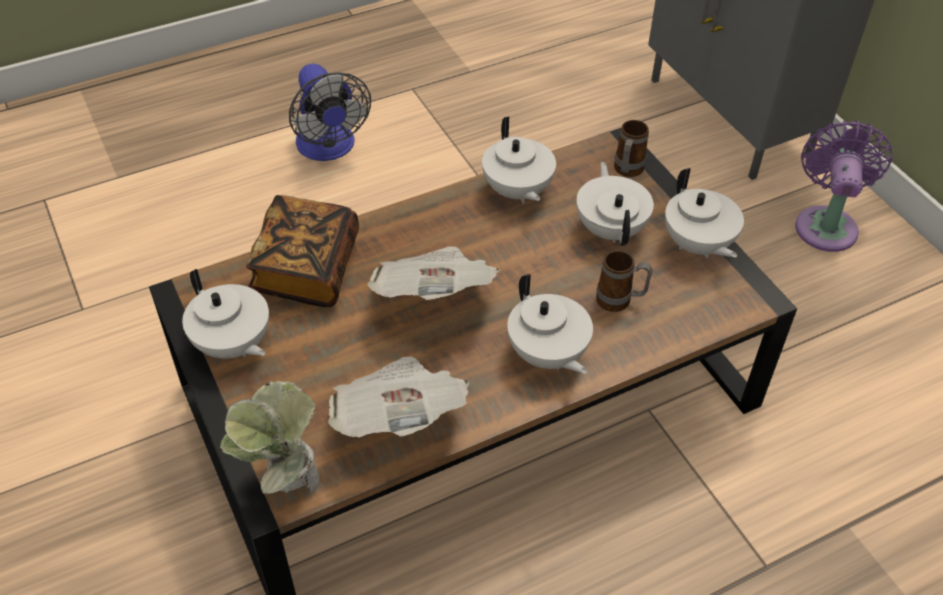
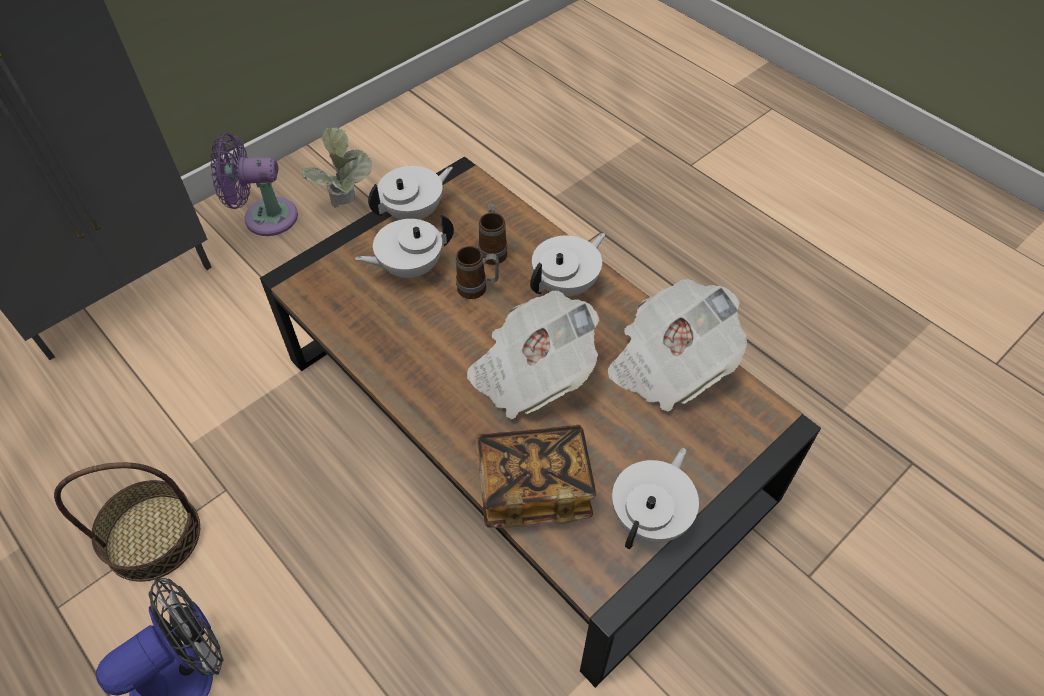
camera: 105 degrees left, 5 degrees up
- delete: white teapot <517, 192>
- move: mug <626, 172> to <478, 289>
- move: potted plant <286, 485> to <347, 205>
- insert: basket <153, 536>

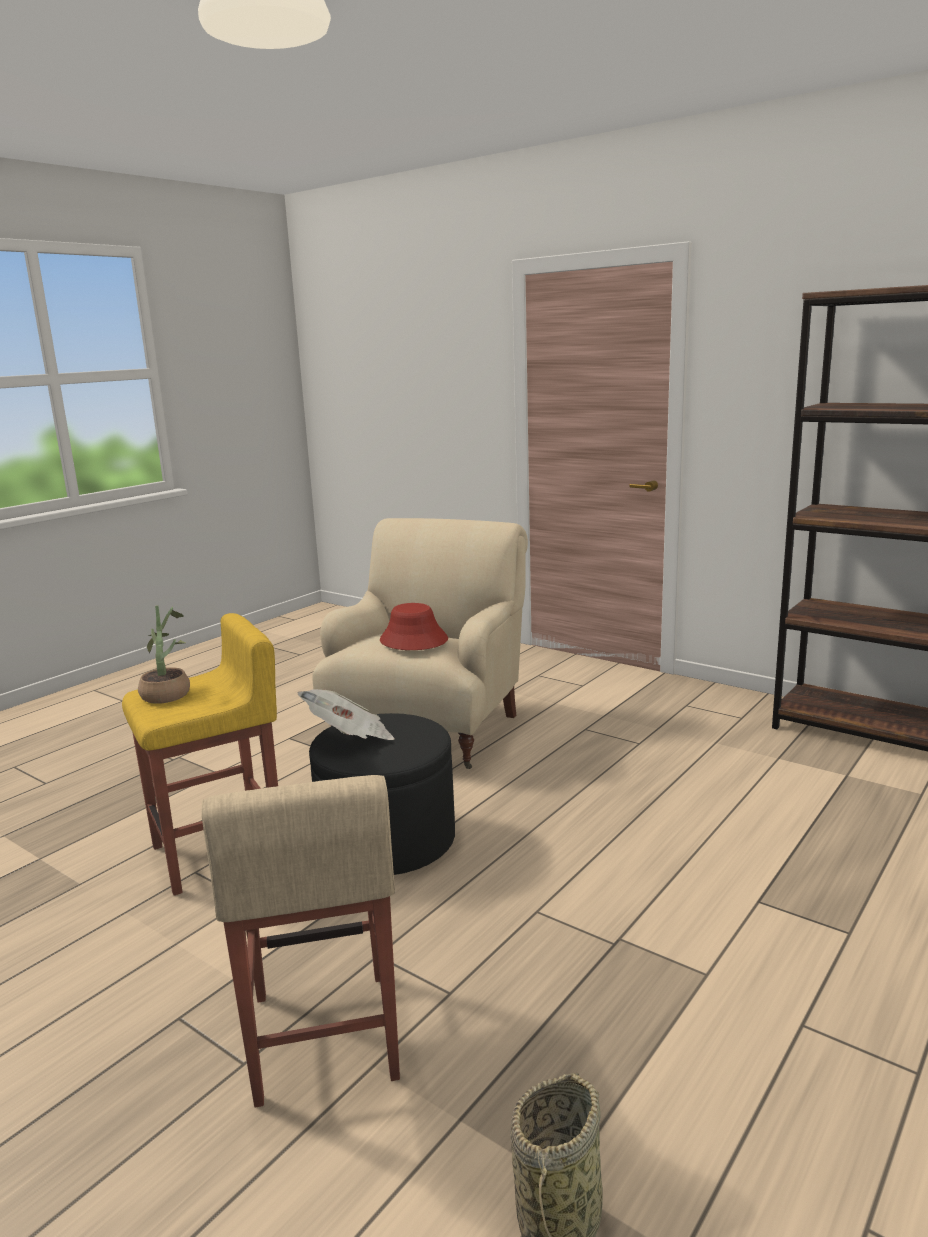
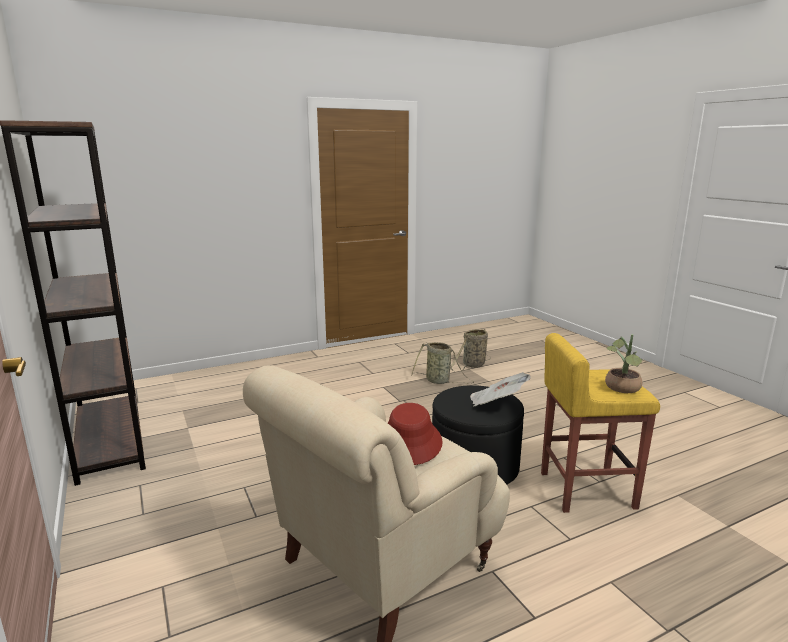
camera: 155 degrees left, 0 degrees up
- delete: beige stool <323, 1037>
- insert: basket <439, 381>

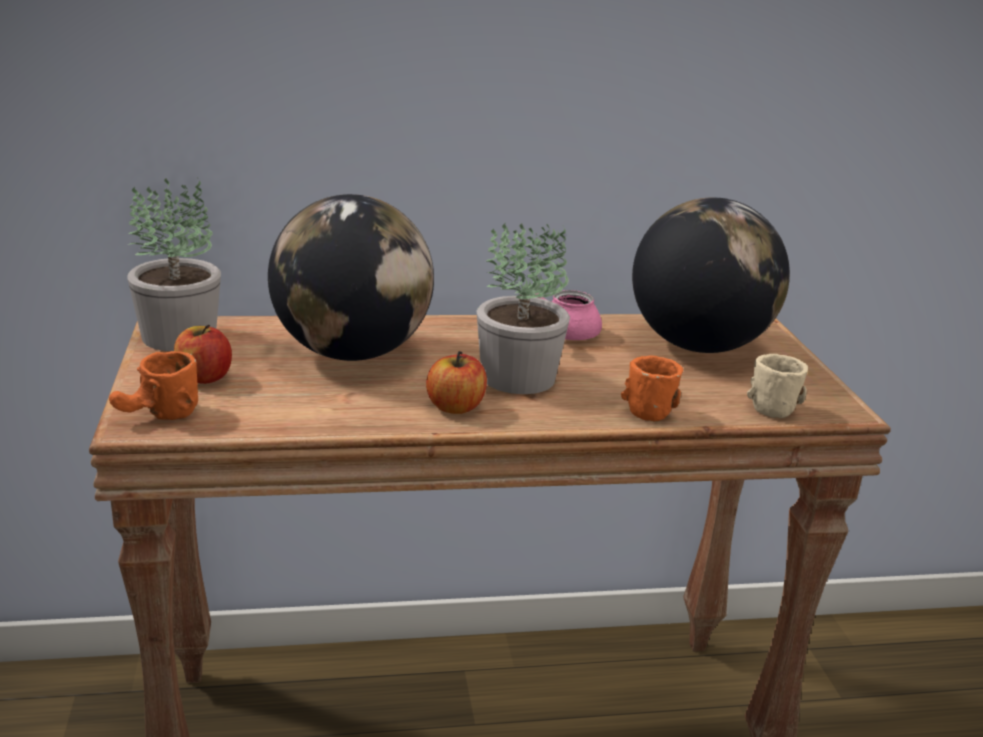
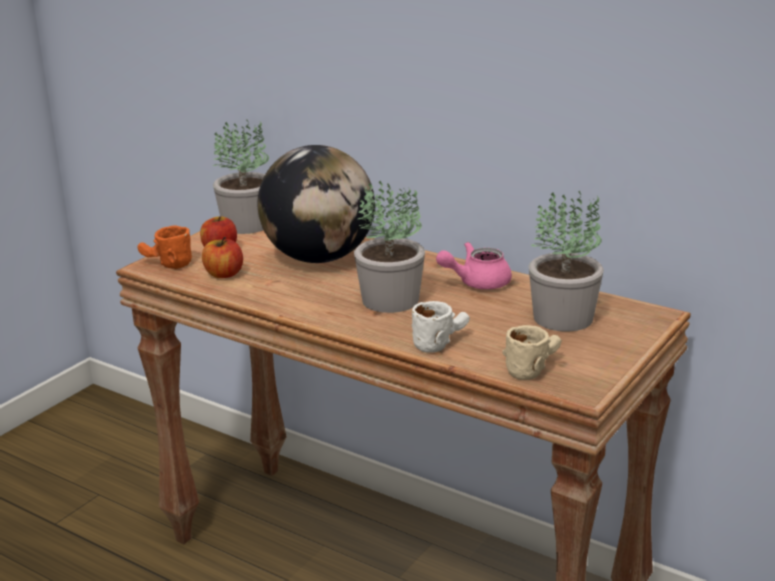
camera: 45 degrees right, 0 degrees up
- replace: globe <698, 346> to potted plant <564, 317>
- move: apple <455, 407> to <224, 274>
- recolor: orange mug <648, 405> to white mug <440, 341>

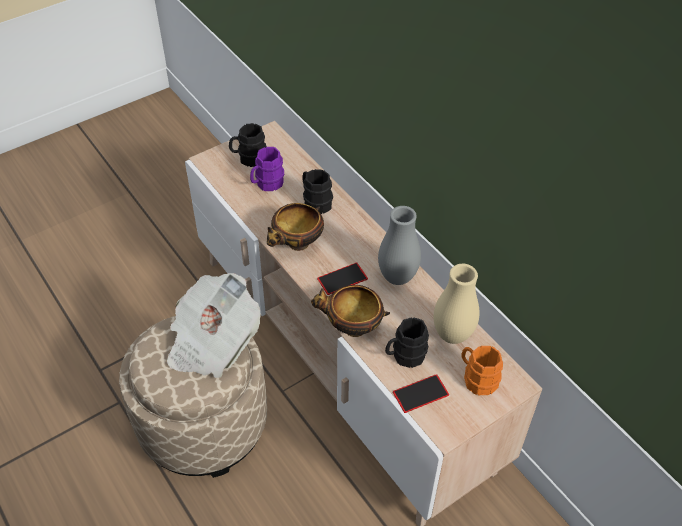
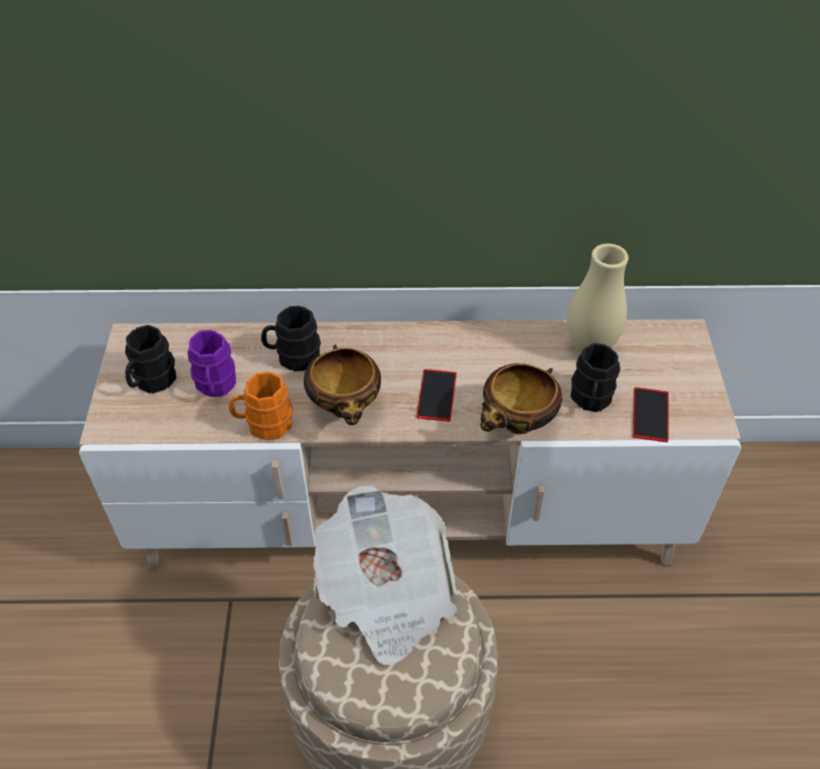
camera: 55 degrees left, 0 degrees up
- delete: grey vase <397, 277>
- move: orange mug <477, 378> to <264, 424>

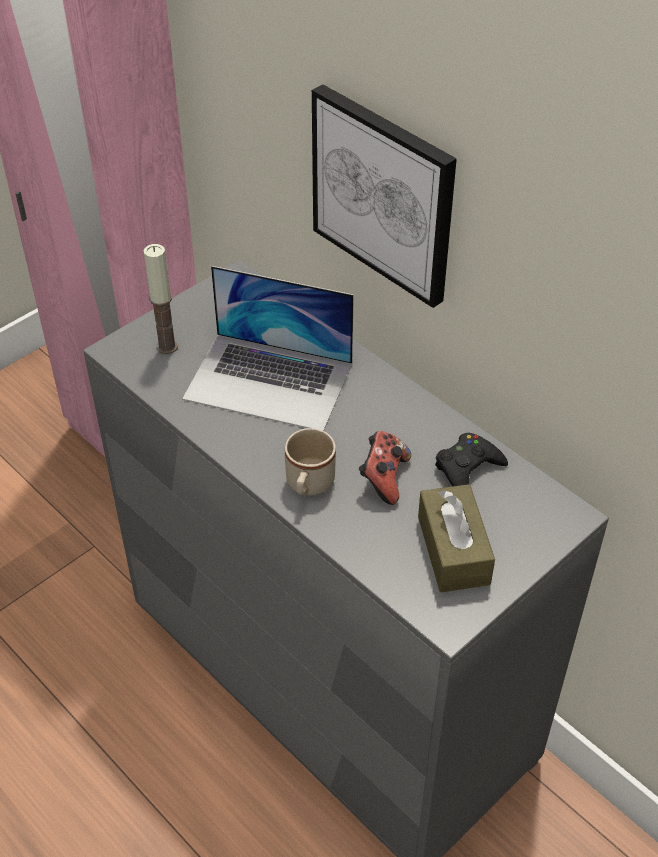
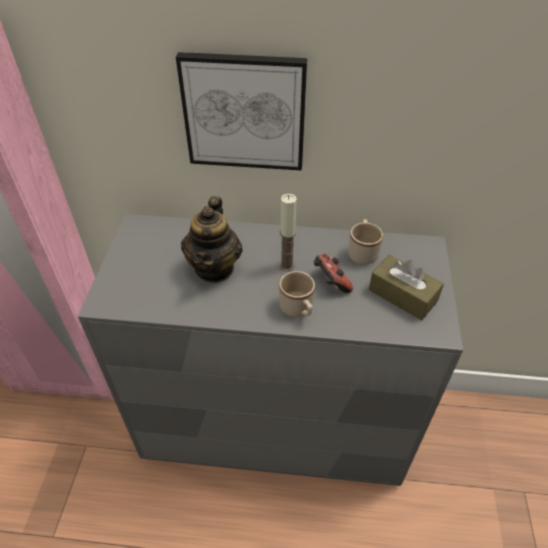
camera: 40 degrees left, 0 degrees up
- move: candle <167, 346> to <286, 265>
- replace: laptop <269, 381> to teapot <215, 268>
- replace: black game controller <467, 468> to beige mug <362, 252>

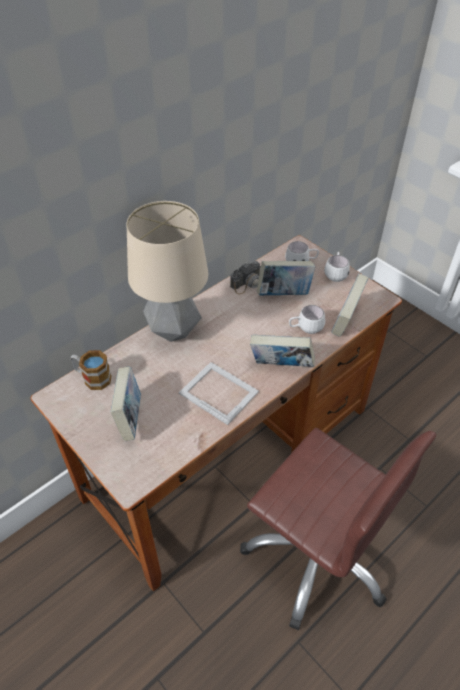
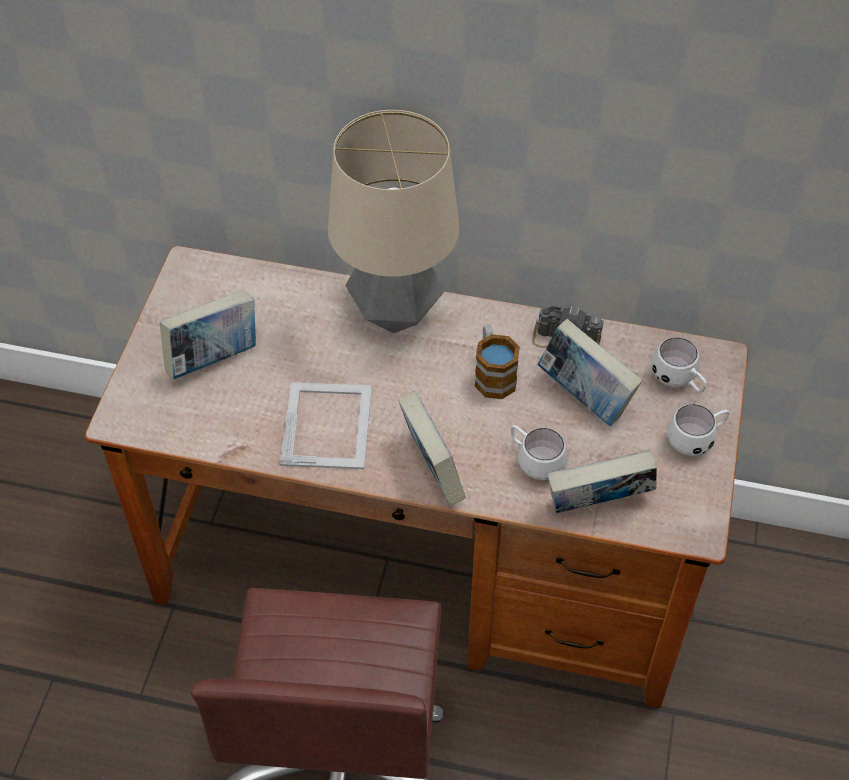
camera: 55 degrees right, 5 degrees up
- move: mug <92, 378> to <493, 374>

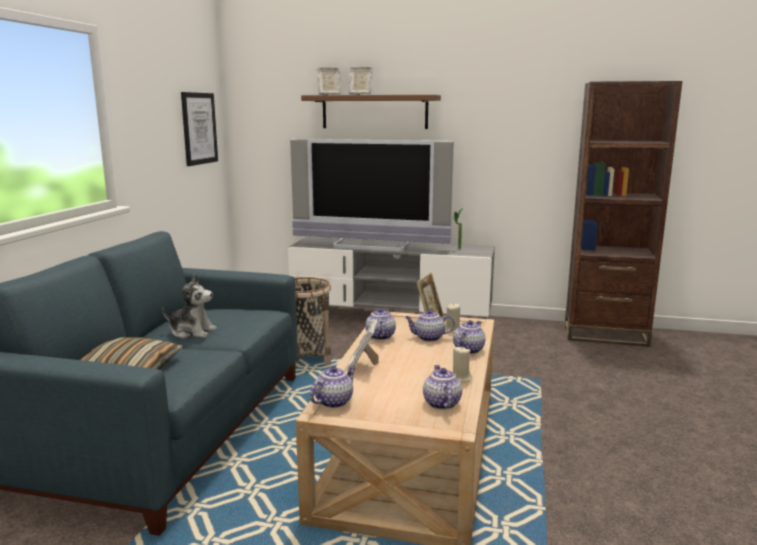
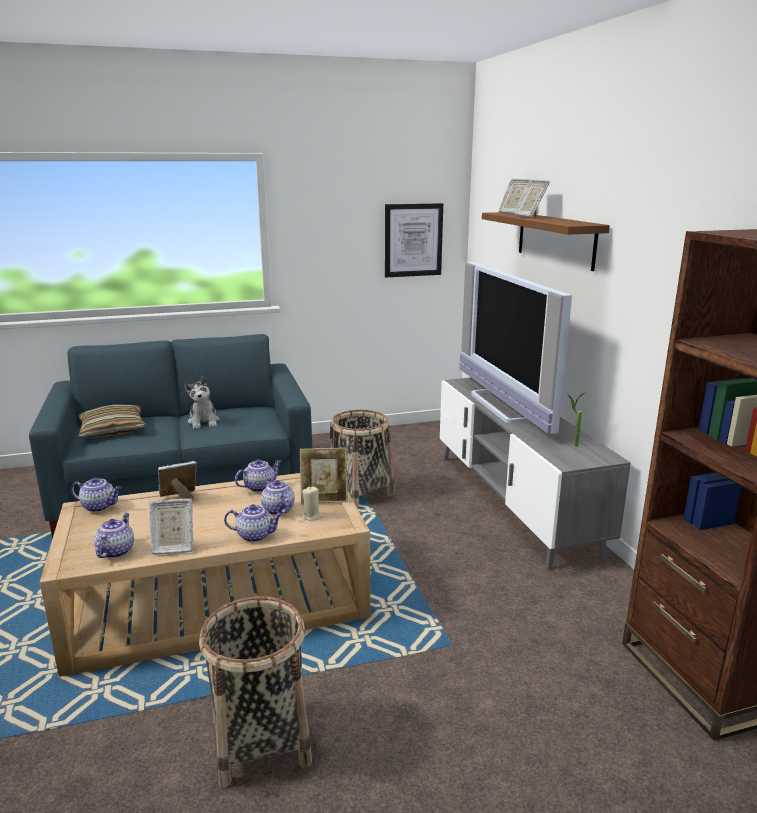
camera: 60 degrees right, 5 degrees up
- replace: beige candle <460, 379> to picture frame <173, 547>
- rotate: teapot <441, 403> = <116, 551> 45 degrees counterclockwise
- insert: basket <260, 741>

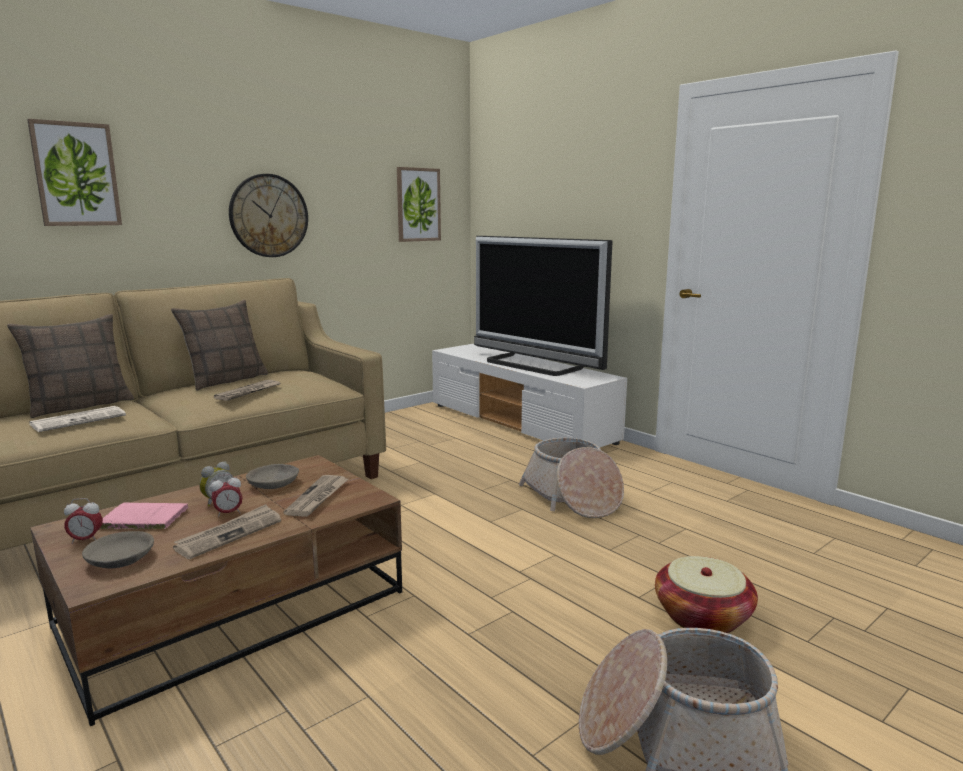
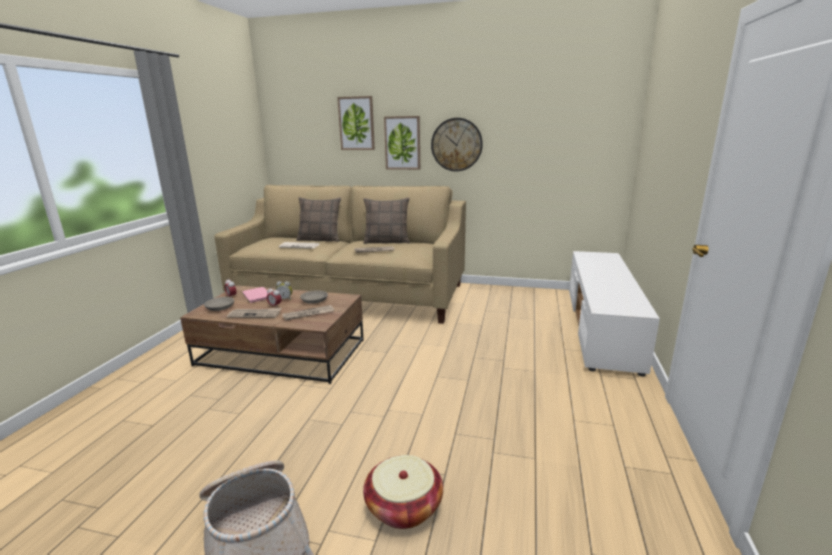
camera: 55 degrees right, 5 degrees up
- move: picture <418, 204> to <402, 143>
- delete: television <532, 365>
- delete: basket <572, 497>

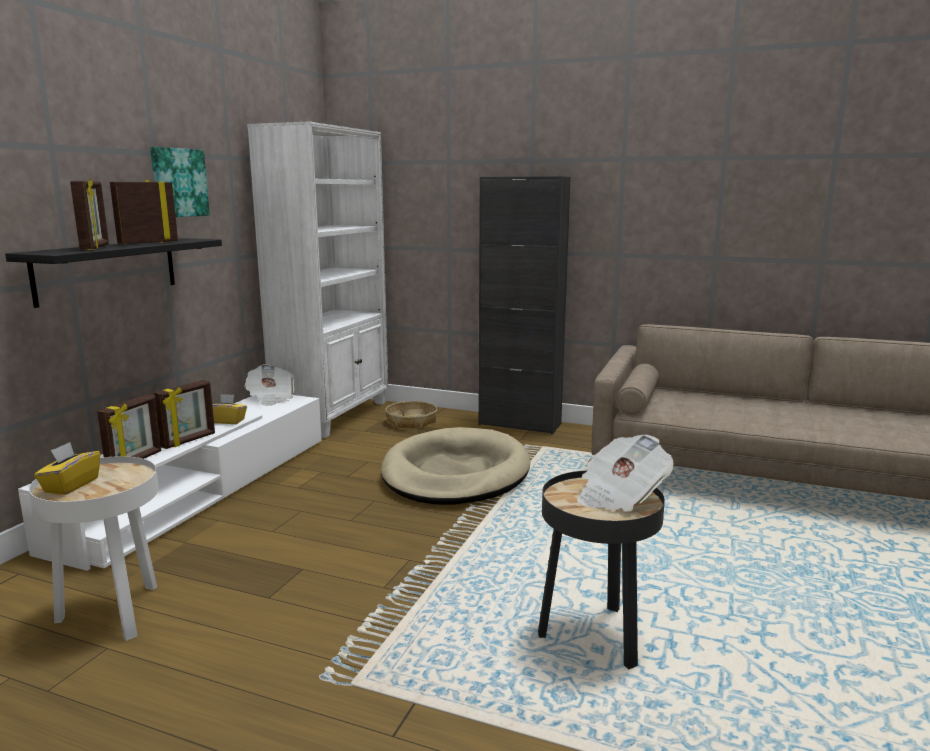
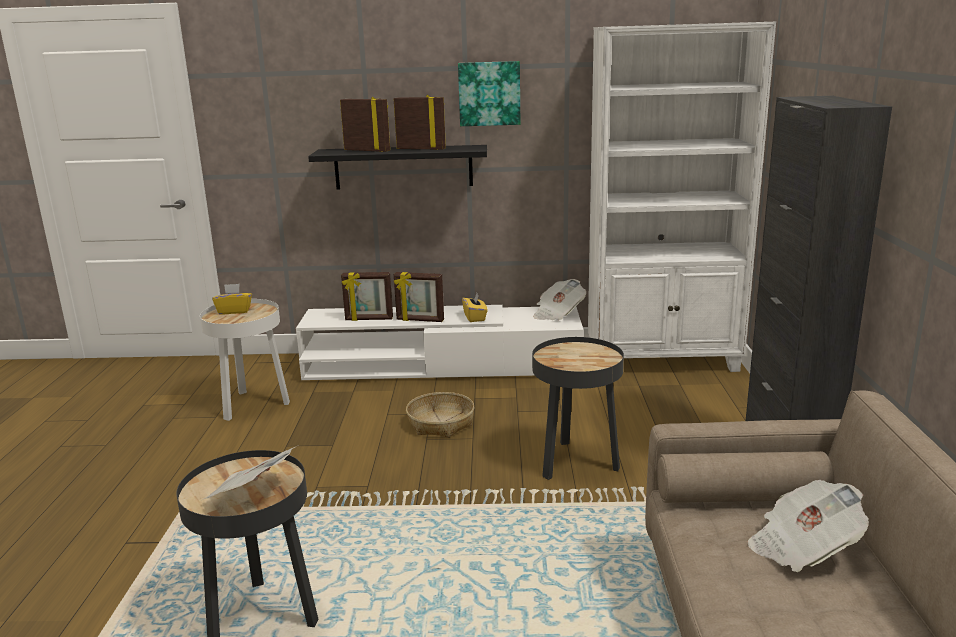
camera: 70 degrees right, 5 degrees up
- rotate: picture frame <96, 248> = <367, 151> 120 degrees counterclockwise
- move: basket <411, 422> to <441, 423>
- replace: beige dog bed <455, 473> to black side table <575, 462>
- insert: newspaper <802, 548>

